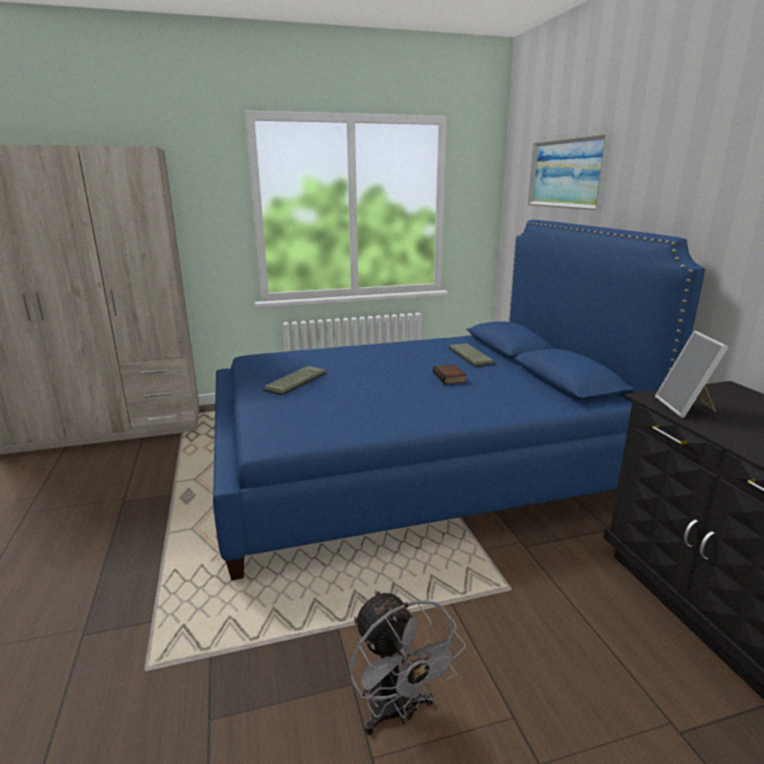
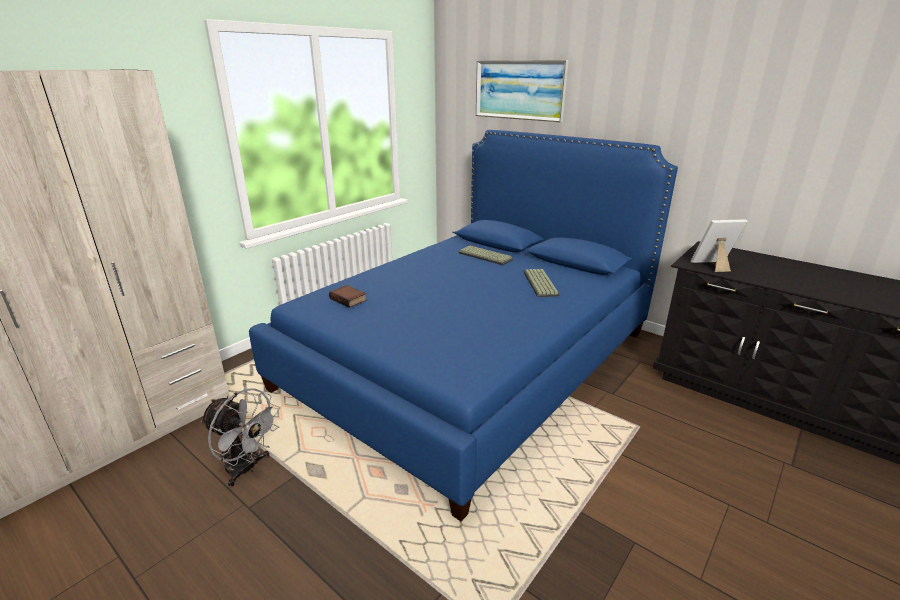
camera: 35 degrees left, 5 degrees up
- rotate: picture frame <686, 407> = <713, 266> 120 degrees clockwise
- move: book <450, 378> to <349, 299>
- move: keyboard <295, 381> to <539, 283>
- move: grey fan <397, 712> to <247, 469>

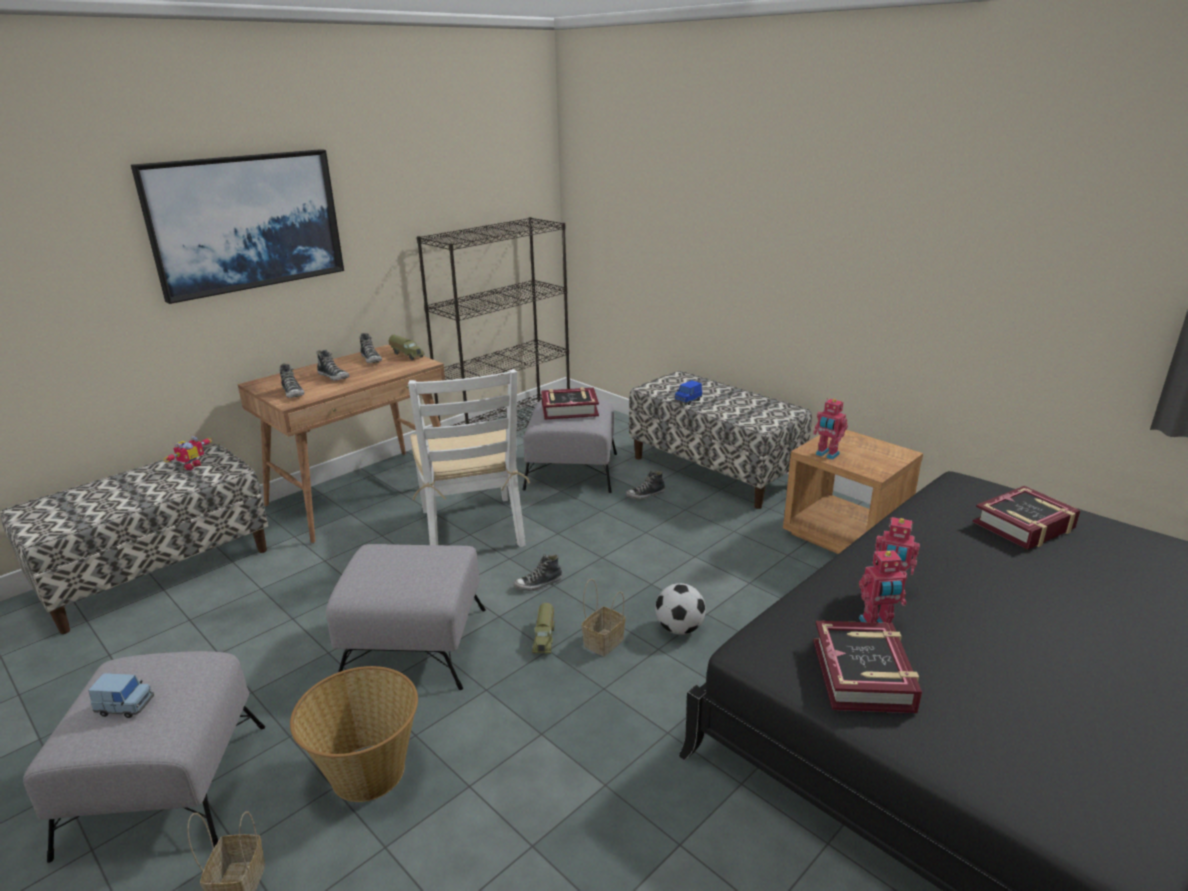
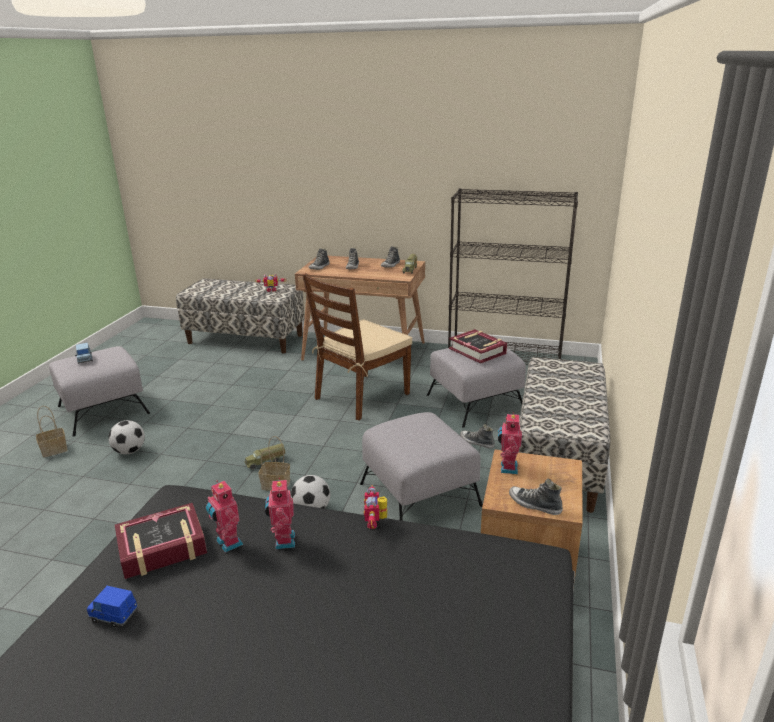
camera: 60 degrees right, 0 degrees up
- delete: picture <246, 222>
- recolor: white chair <472, 528> to brown chair <361, 396>
- move: blue toy car <688, 400> to <114, 615>
- delete: book <1024, 525>
- move: grey ottoman <415, 645> to <419, 495>
- move: shoe <538, 584> to <534, 505>
- replace: basket <367, 771> to football <130, 451>
- insert: toy robot <376, 522>

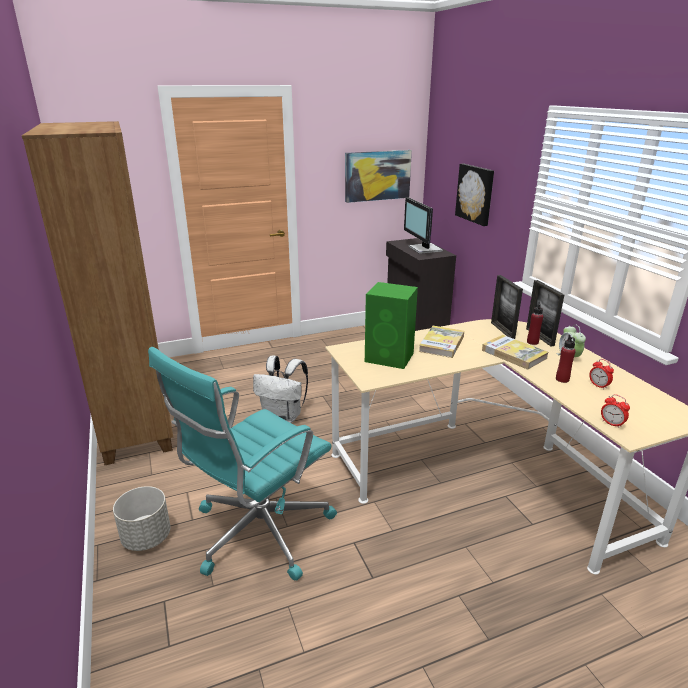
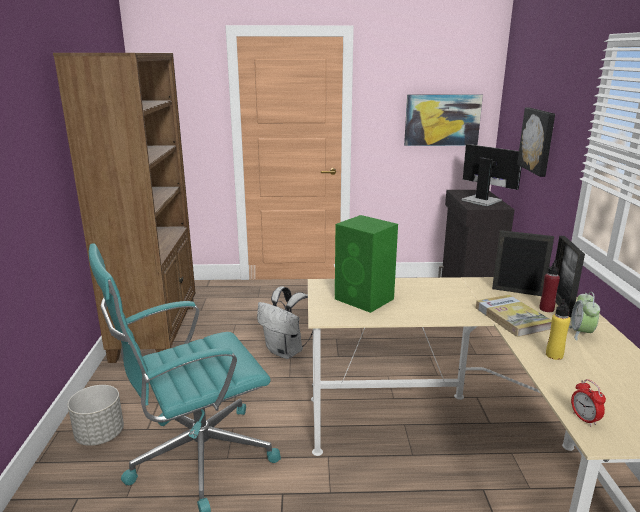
camera: 20 degrees right, 5 degrees down
- rotate: monitor <424, 249> = <482, 200> 135 degrees clockwise
- rotate: picture frame <502, 330> = <517, 291> 105 degrees clockwise
- delete: book <441, 344>
- recolor: red bottle <562, 379> to yellow bottle <554, 355>
- delete: alarm clock <598, 386>

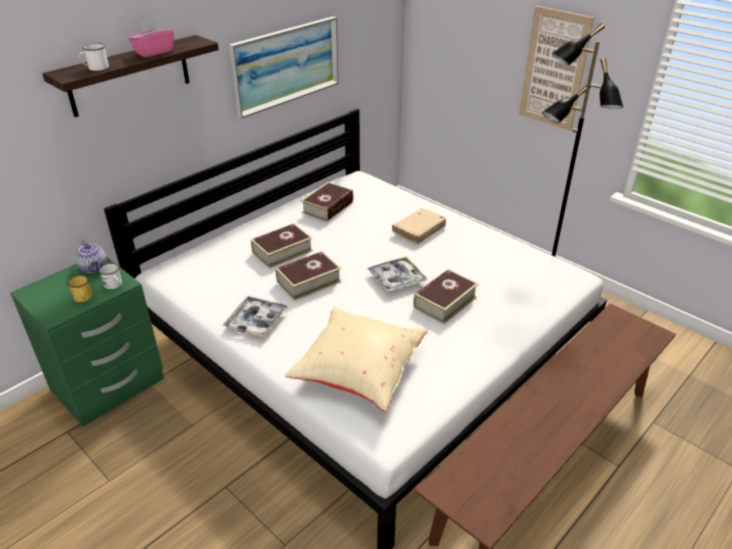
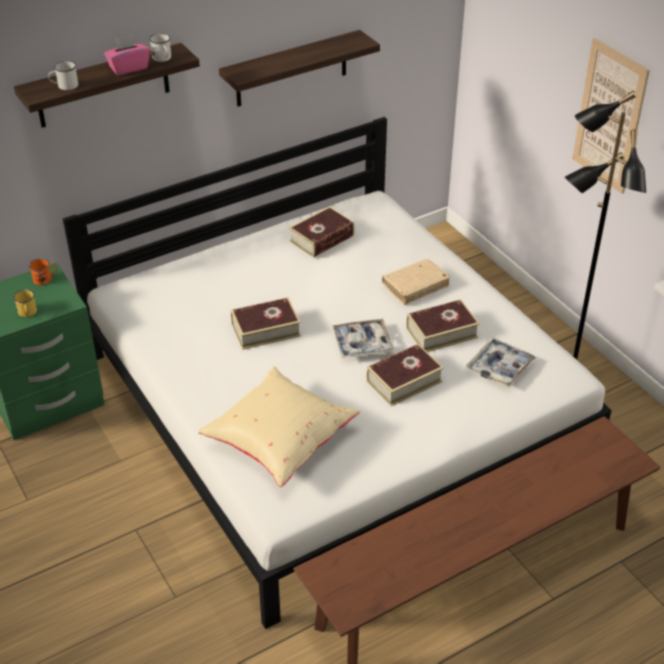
camera: 15 degrees right, 5 degrees up
- replace: picture <286, 65> to shelf <291, 69>
- move: book <282, 251> to <441, 332>
- replace: teapot <94, 267> to orange mug <45, 279>
- move: white mug <114, 285> to <163, 59>
- move: tray <256, 321> to <500, 367>

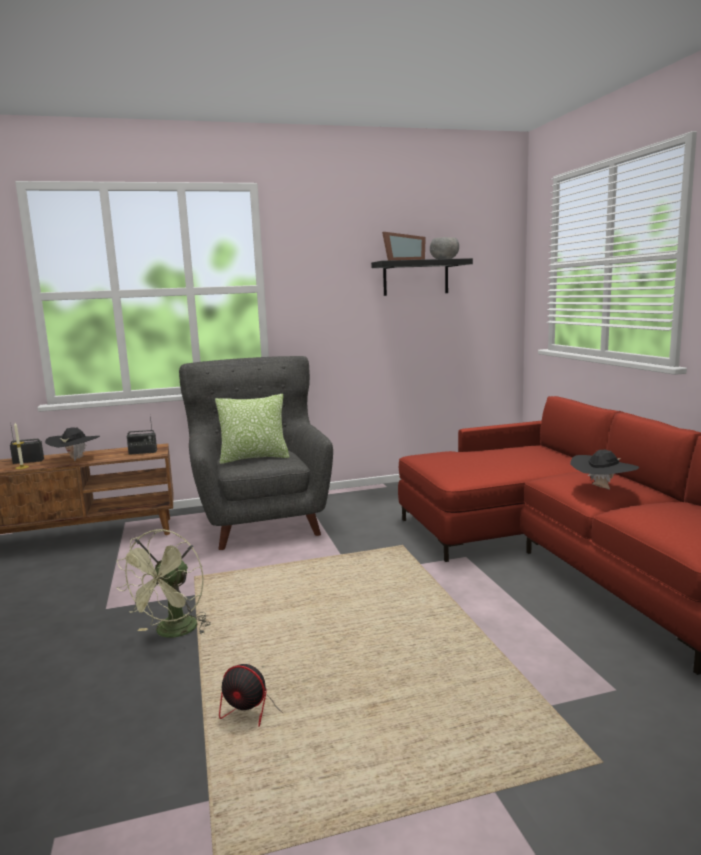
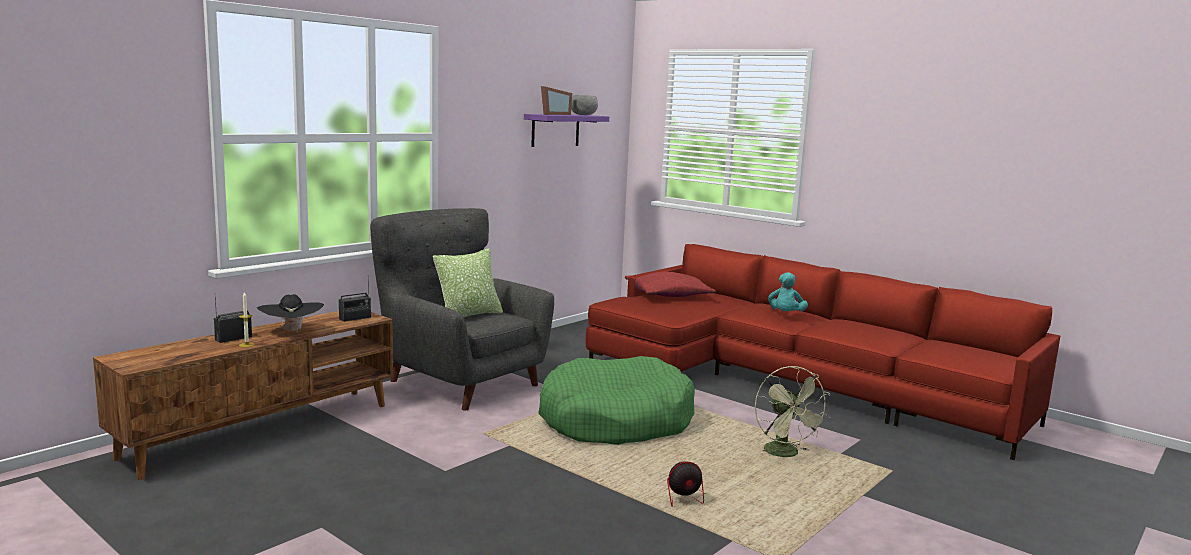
camera: 35 degrees left, 0 degrees up
- recolor: black shelf <415, 278> to purple shelf <555, 130>
- replace: black hat <602, 489> to turquoise plush toy <786, 315>
- move: green fan <172, 633> to <786, 454>
- insert: red pillow <668, 294>
- insert: green dog bed <615, 420>

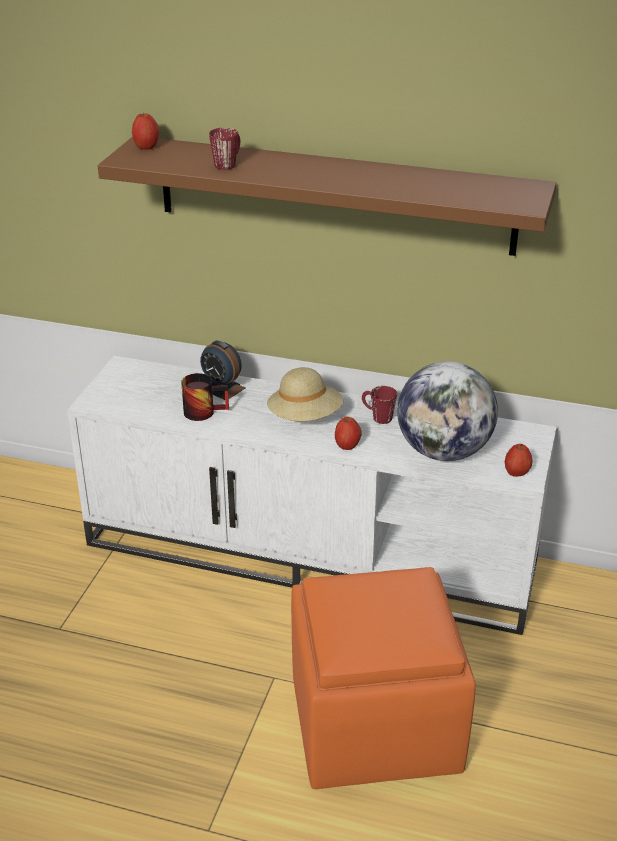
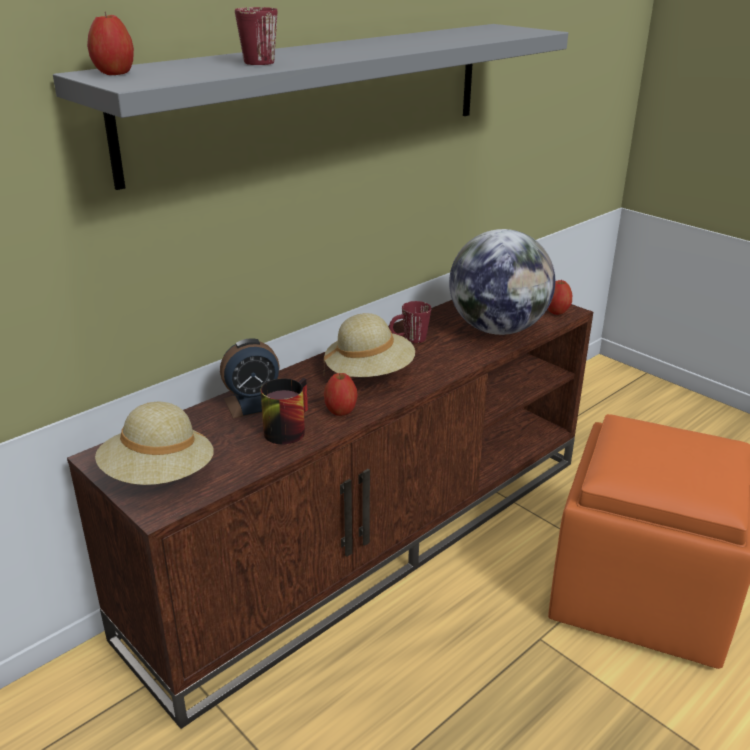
camera: 60 degrees left, 5 degrees down
- recolor: brown shelf <334, 195> to grey shelf <318, 96>
- recolor: white tv stand <312, 553> to brown tv stand <371, 537>
- move: apple <347, 446> to <341, 411>
- insert: beige hat <159, 476>

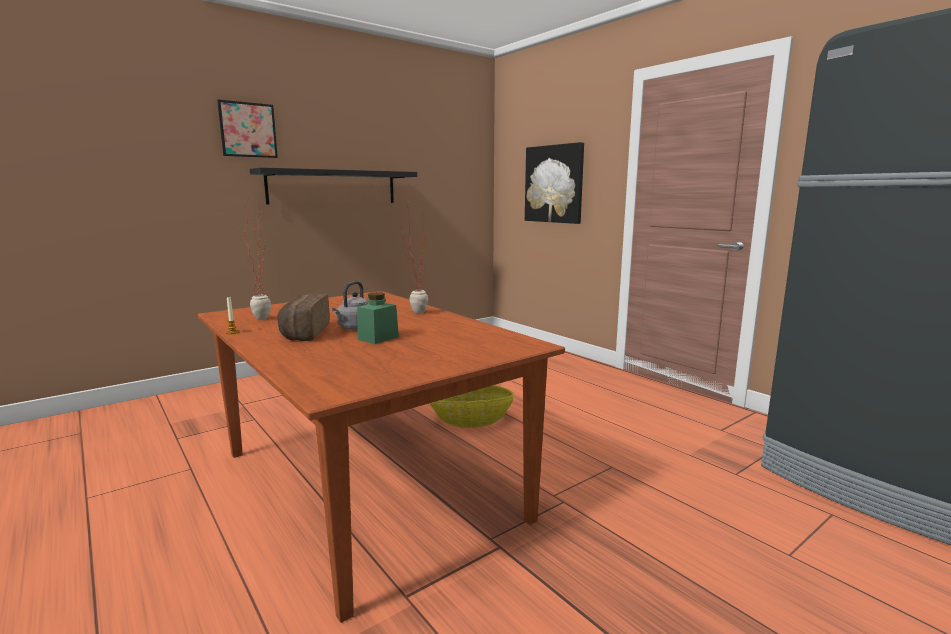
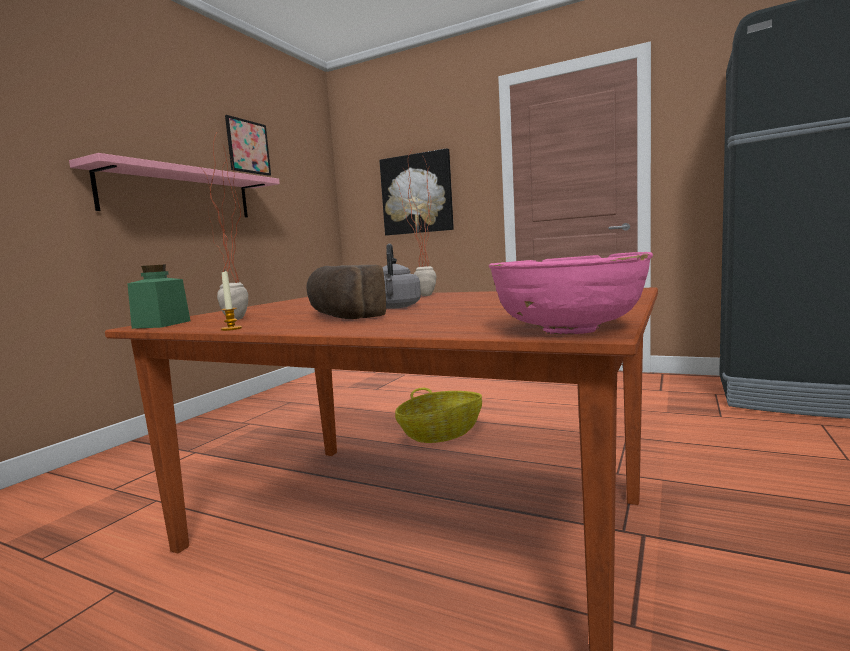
camera: 25 degrees left, 5 degrees down
- move: picture <248, 130> to <248, 147>
- recolor: black shelf <333, 187> to pink shelf <179, 194>
- move: green jar <378, 338> to <162, 324>
- insert: pink bowl <568, 329>

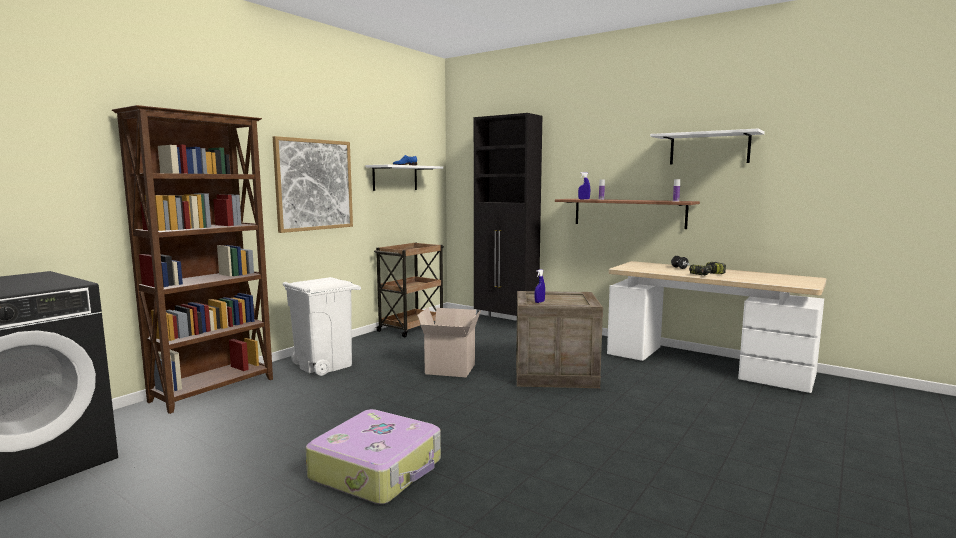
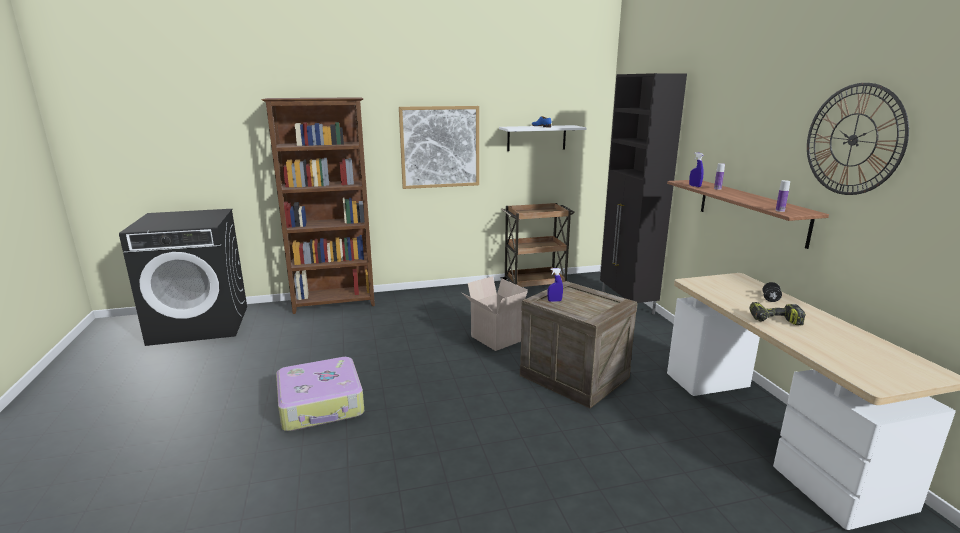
camera: 40 degrees right, 10 degrees up
- replace: white shelf <709, 148> to wall clock <853, 140>
- delete: white trash can <324, 365>

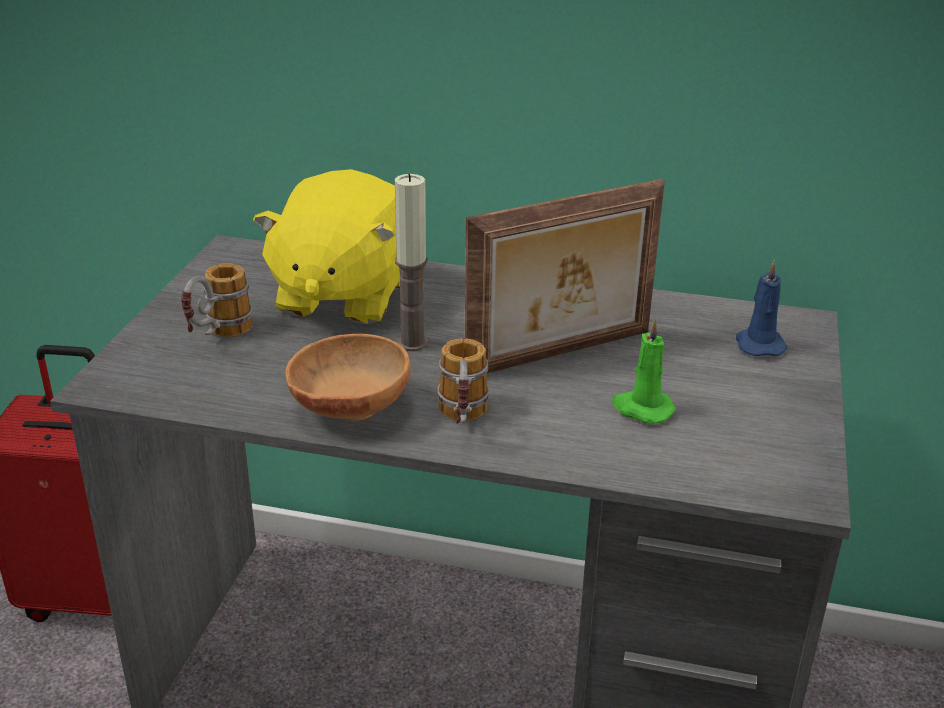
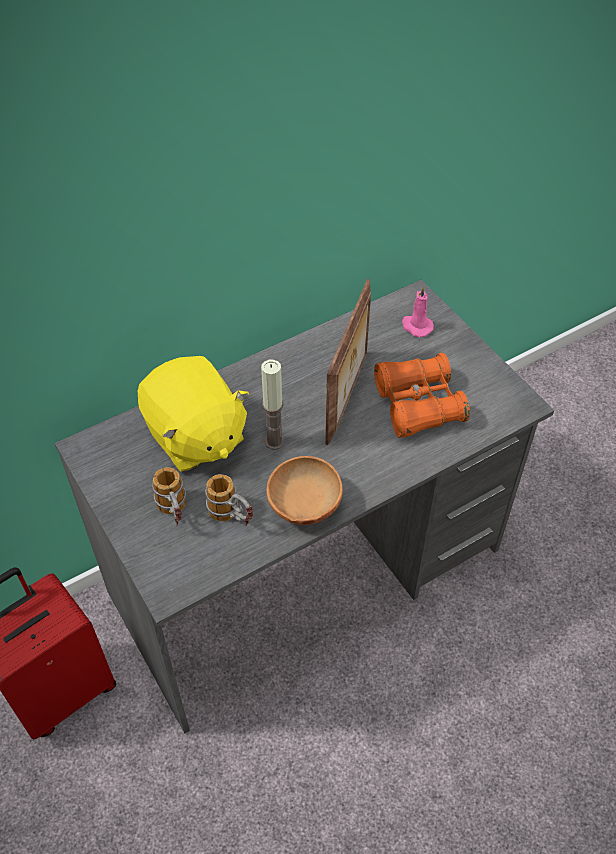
camera: 45 degrees left, 20 degrees up
- recolor: blue candle <758, 344> to pink candle <416, 326>
- replace: green candle <642, 409> to orange binoculars <418, 405>
- move: mug <463, 421> to <232, 517>

